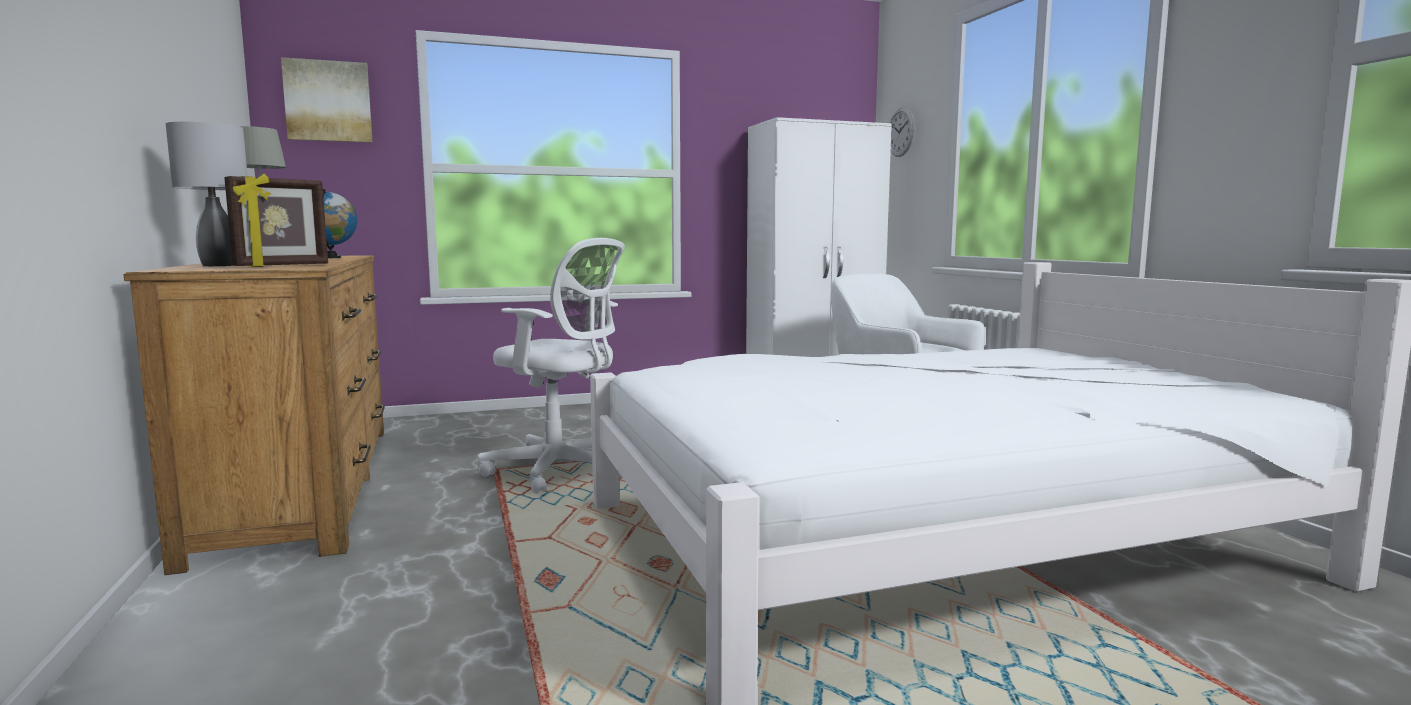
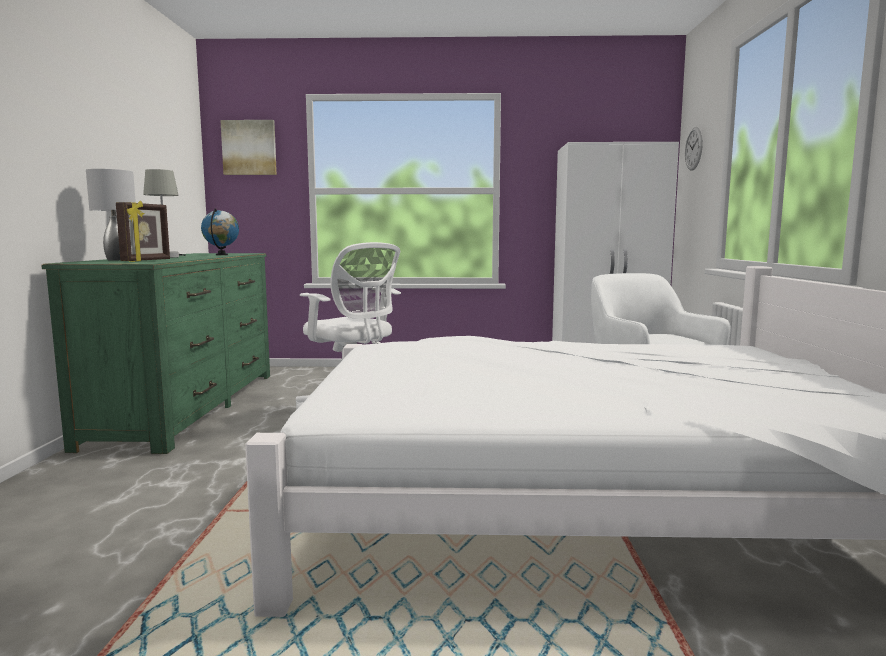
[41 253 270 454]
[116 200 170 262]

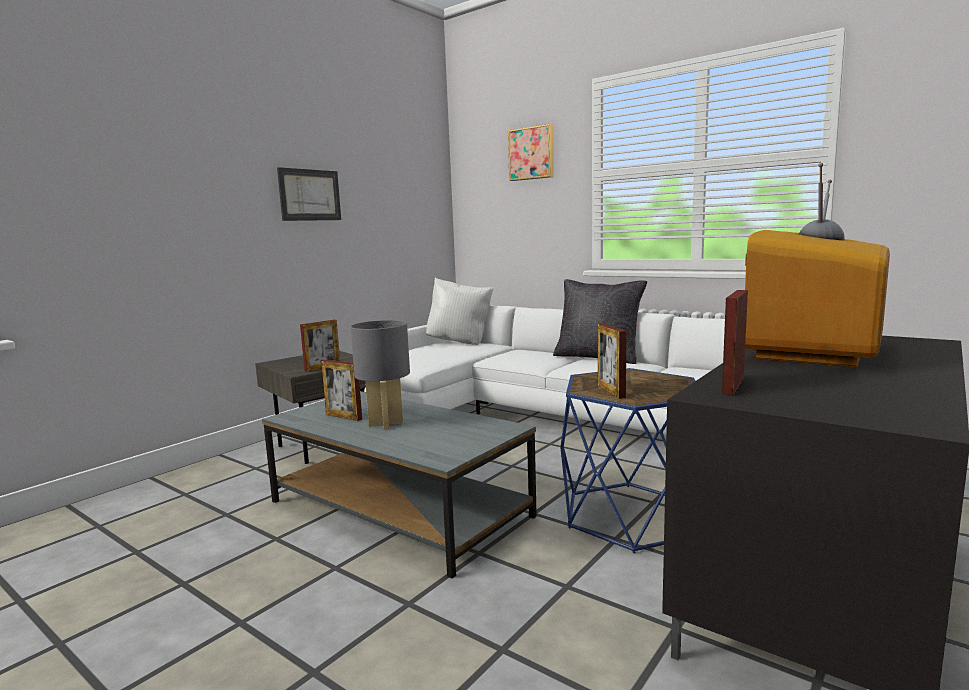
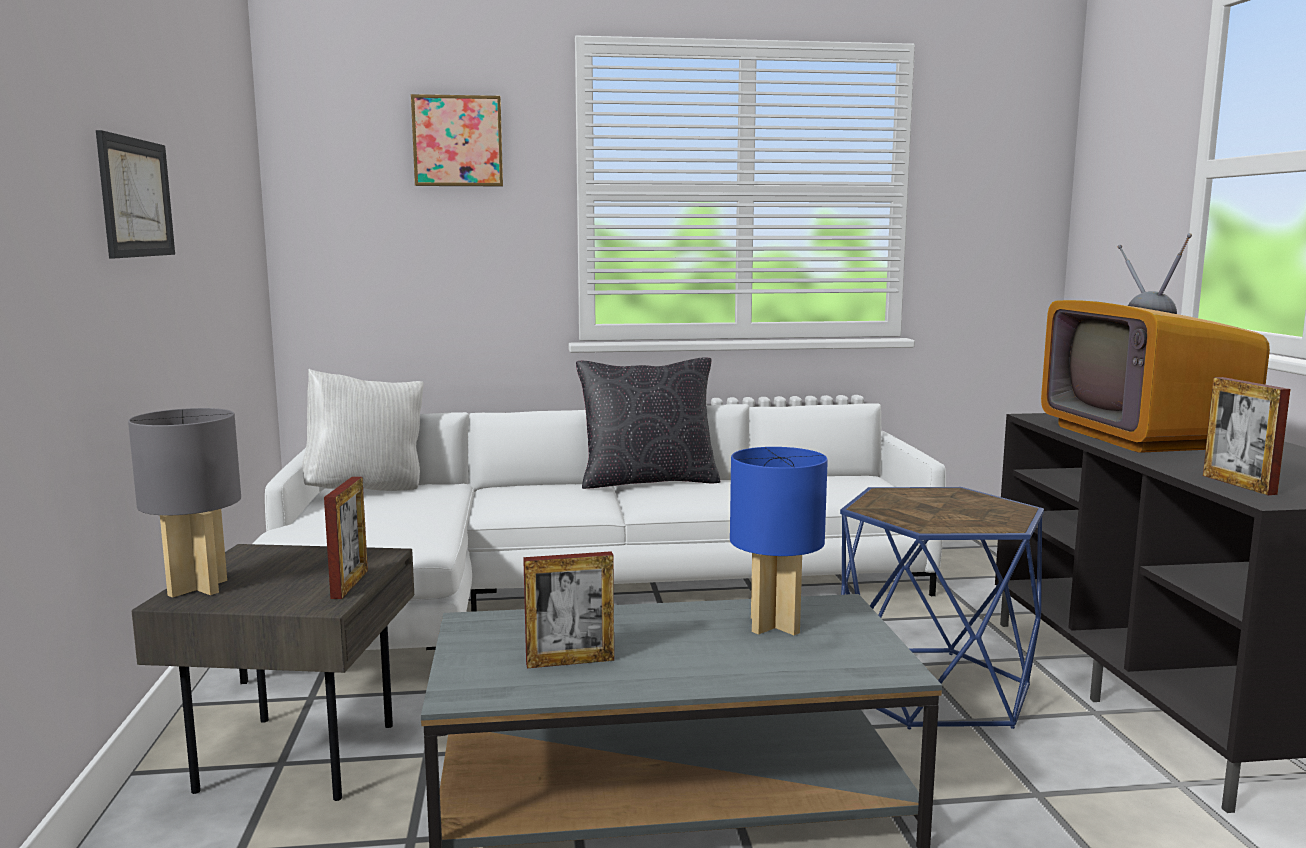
[128 408 241 598]
[598 323 627 399] (first image)
[730 447 828 635]

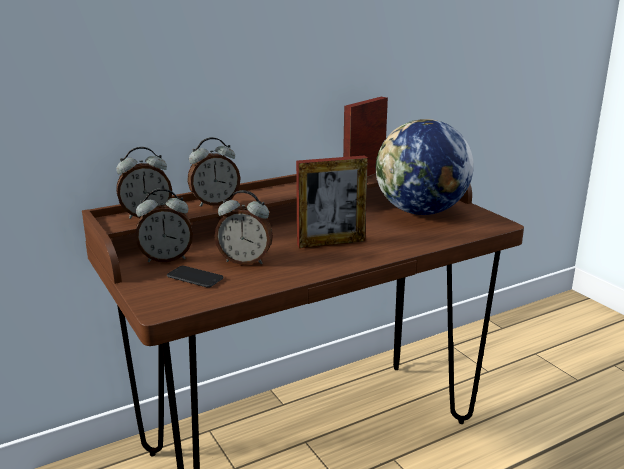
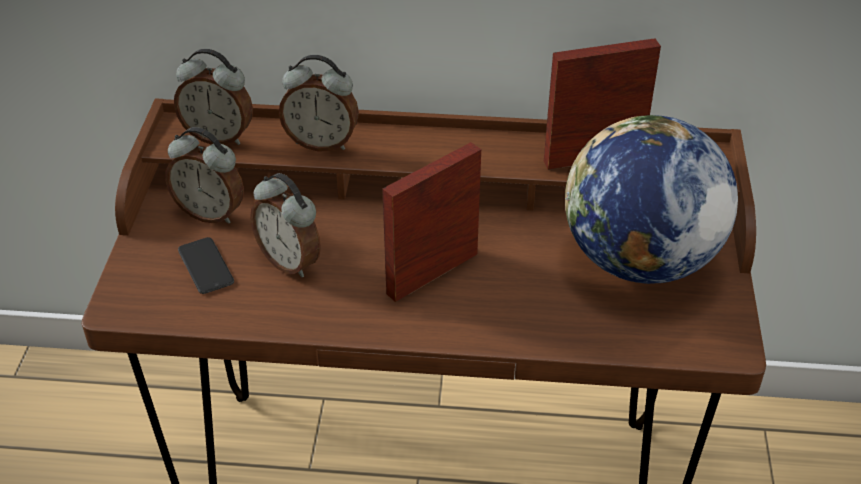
[382 142 481 302]

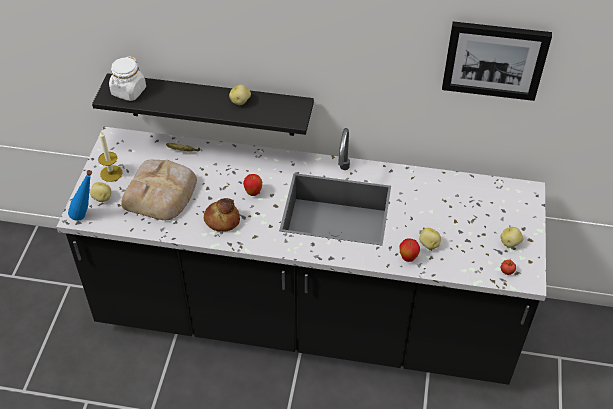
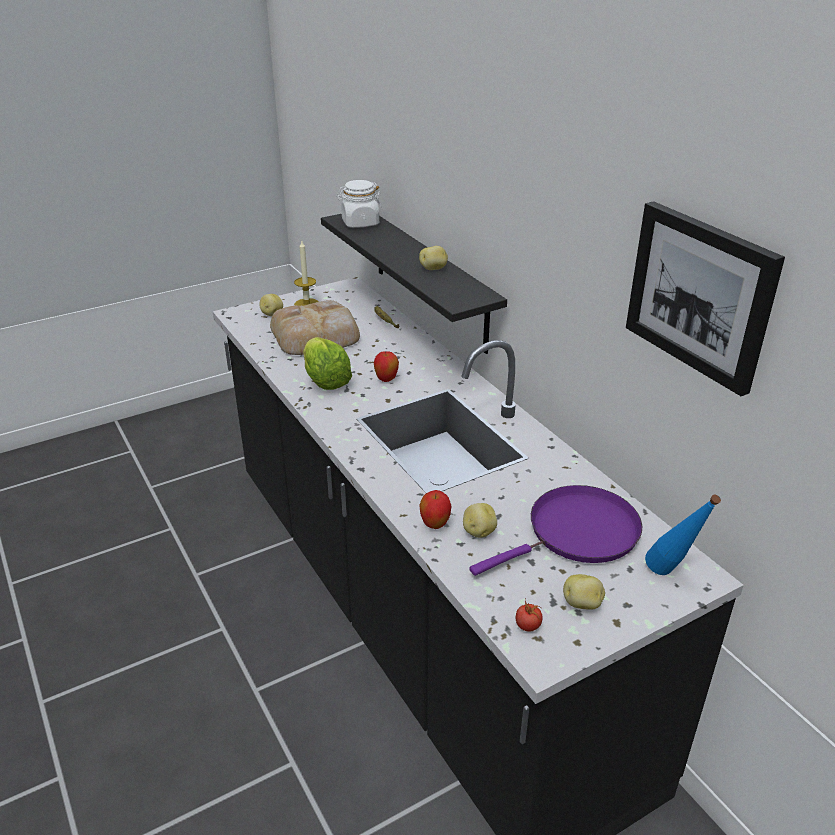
[645 495 721 575]
[303 337 352 390]
[469 485 642 576]

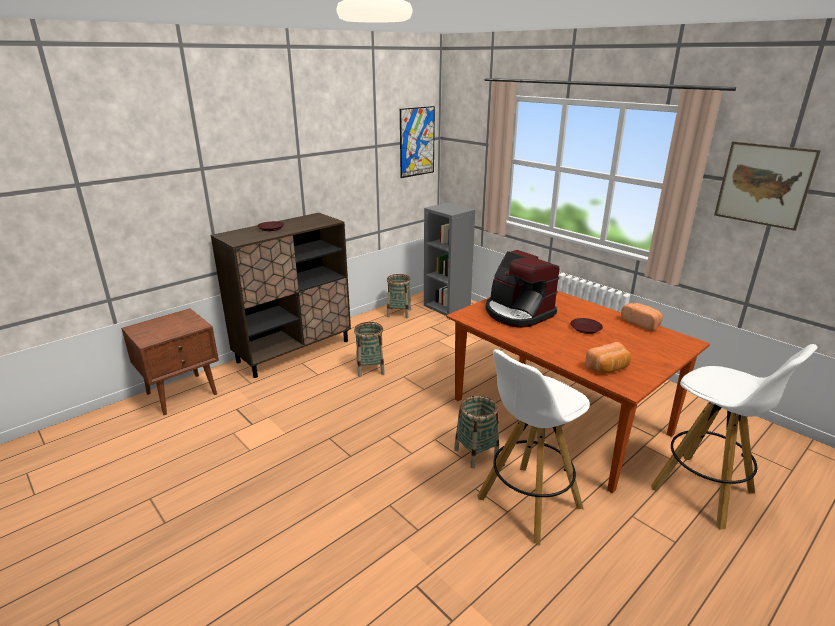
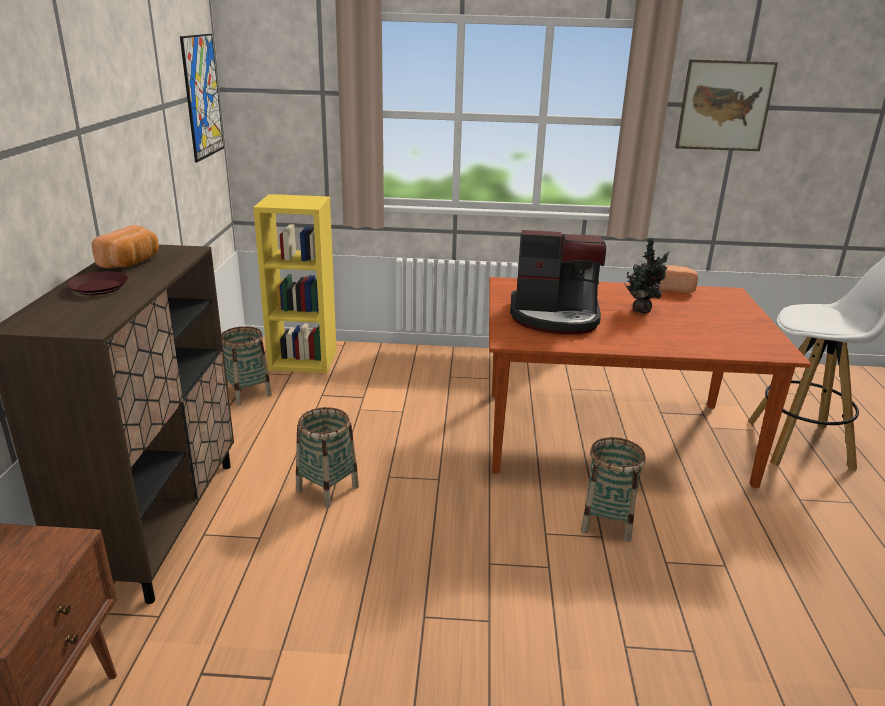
[253 194 337 373]
[477 349 590 545] (first image)
[624 238 669 313]
[92 225 159 268]

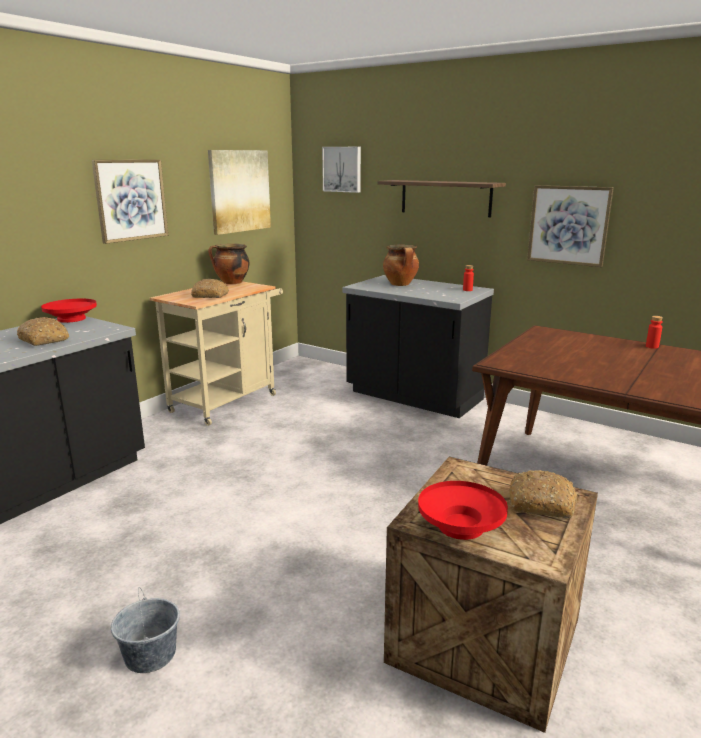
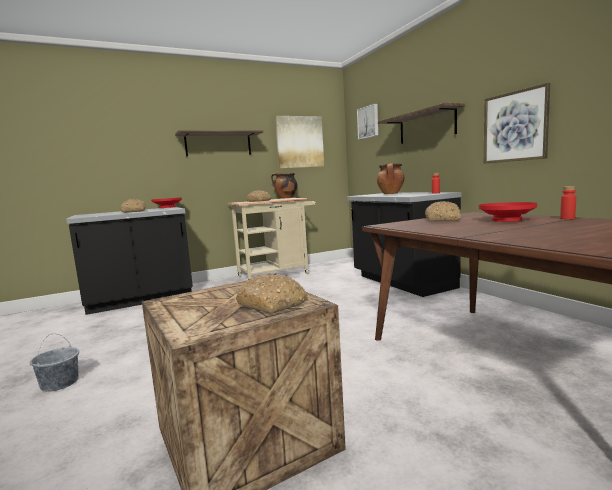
[175 130 263 156]
[479 202 537 222]
[425 201 461 222]

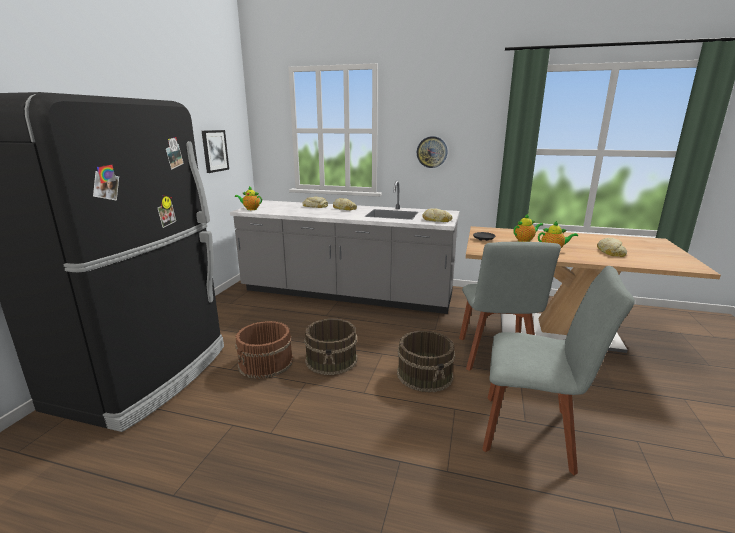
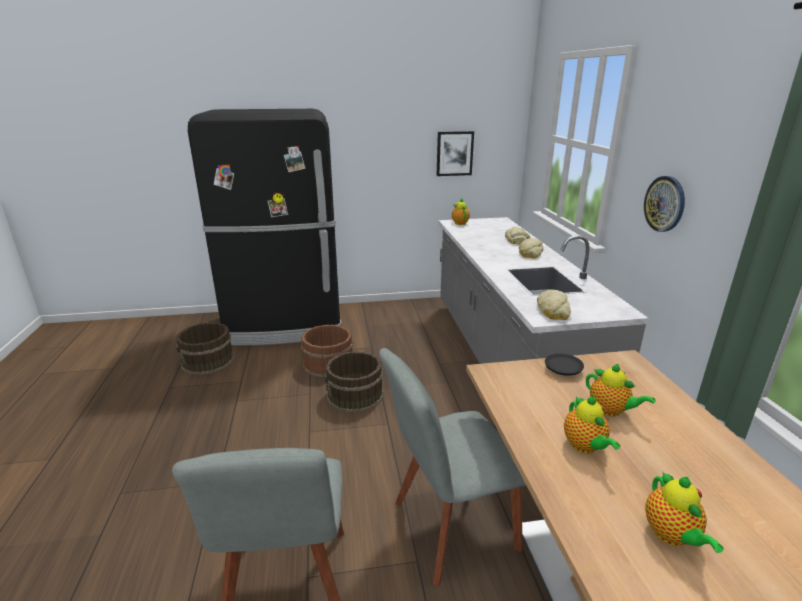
[176 322 234 375]
[645 472 724 553]

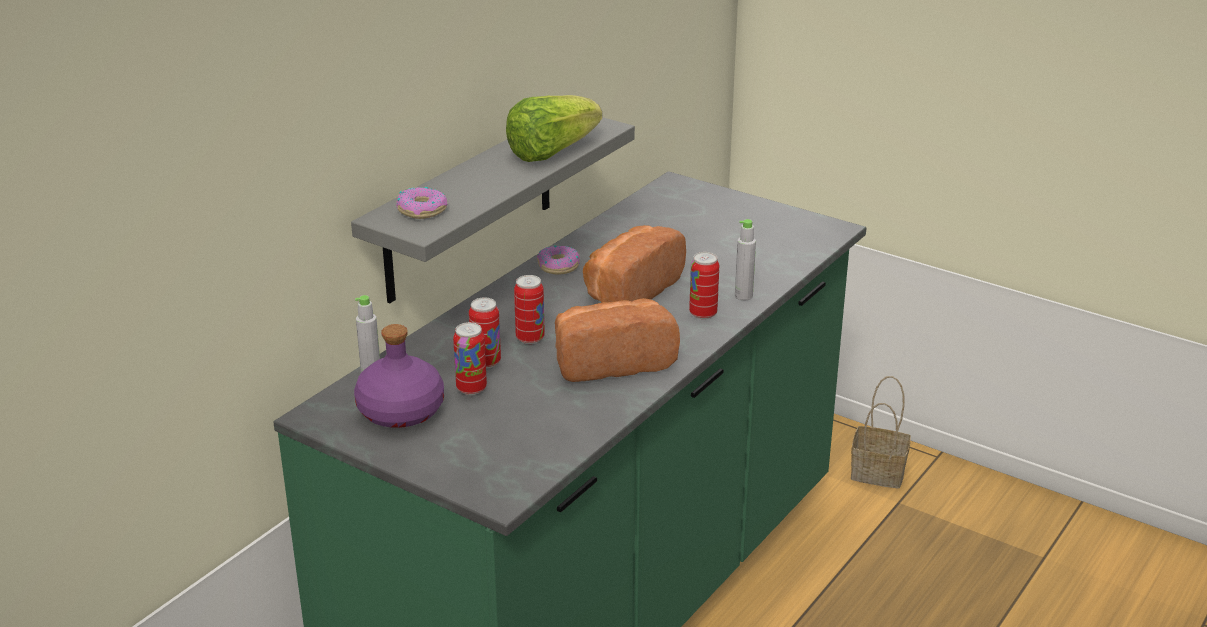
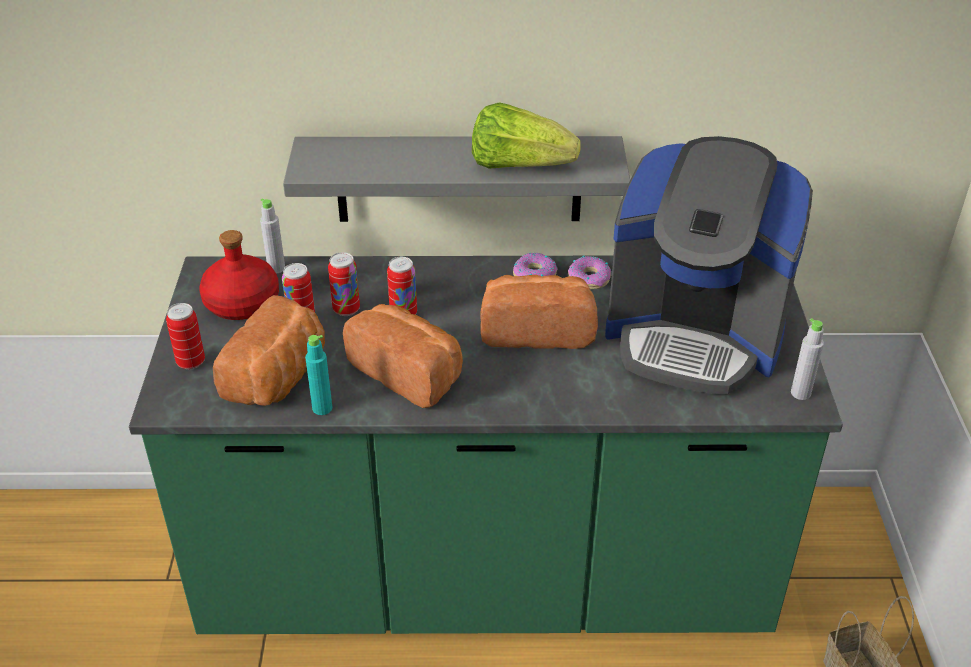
[199 230 279 320]
[568 256 611 289]
[166 303 205 369]
[791 318 824 400]
[213 295 325 406]
[305 335 333 415]
[605 136 813 394]

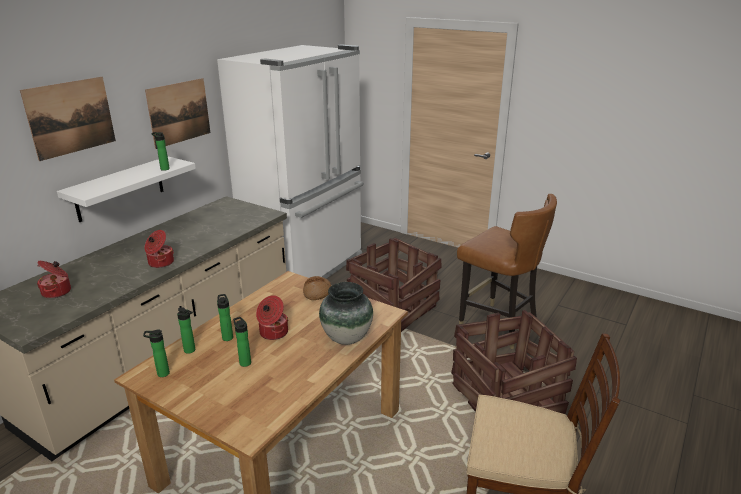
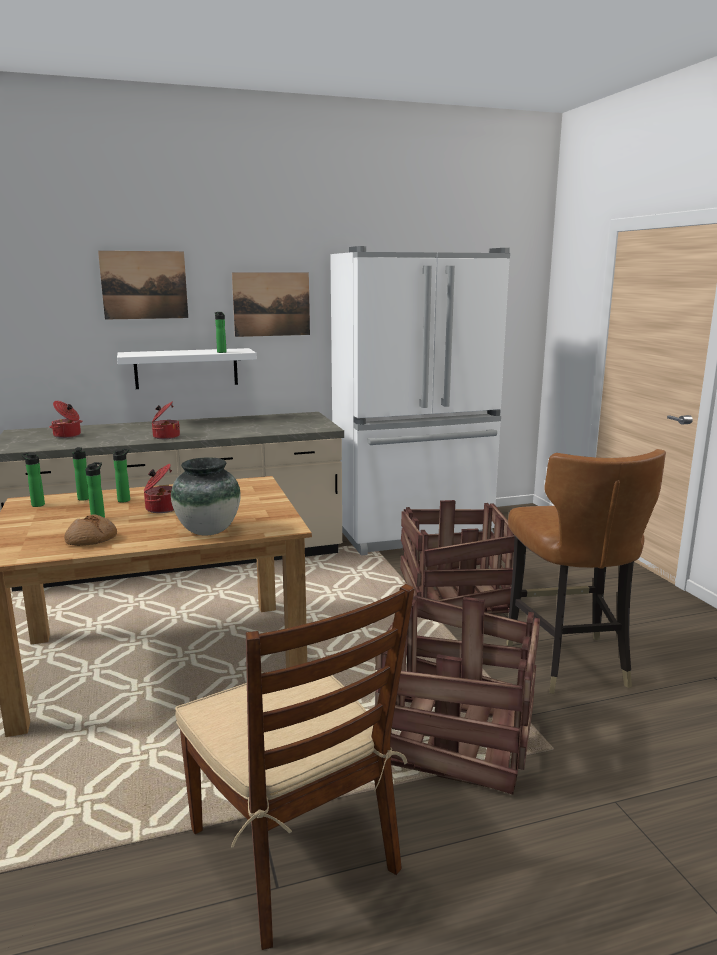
[64 514 117 546]

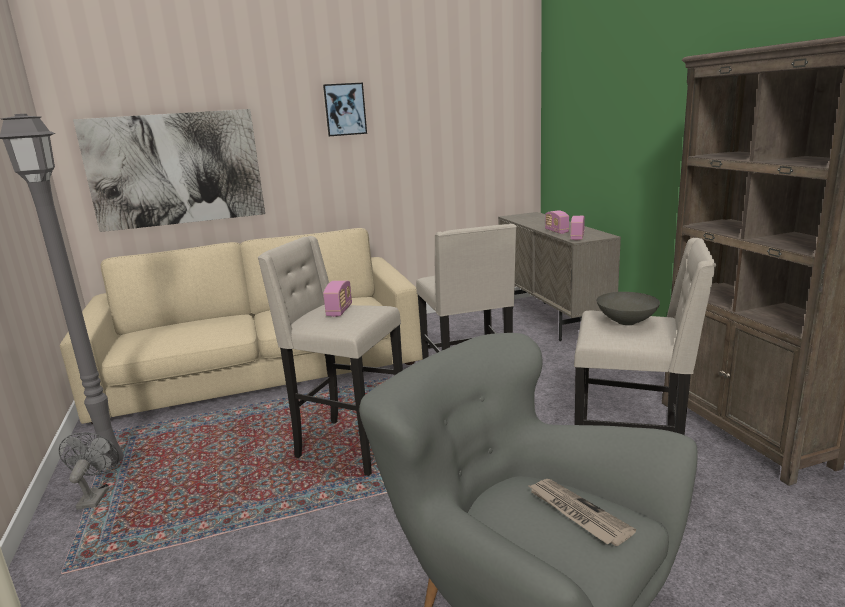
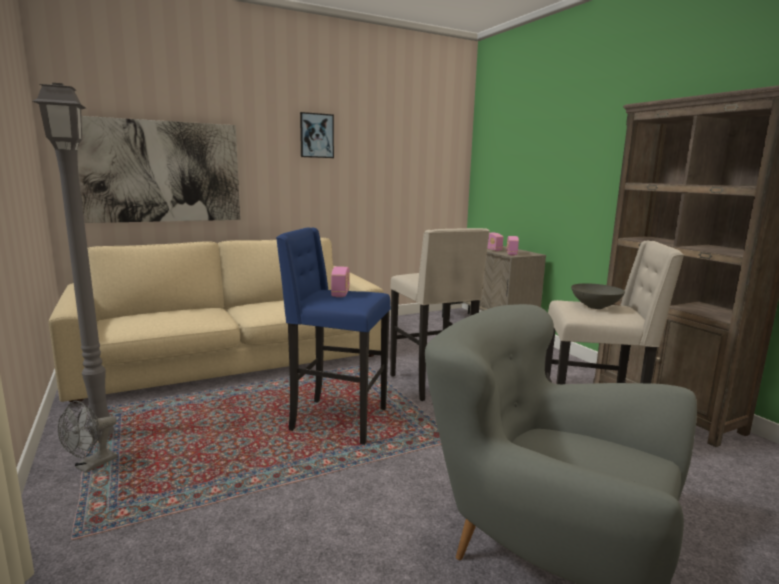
[58 401 117 473]
[276 227 391 445]
[527 479 636 546] (first image)

